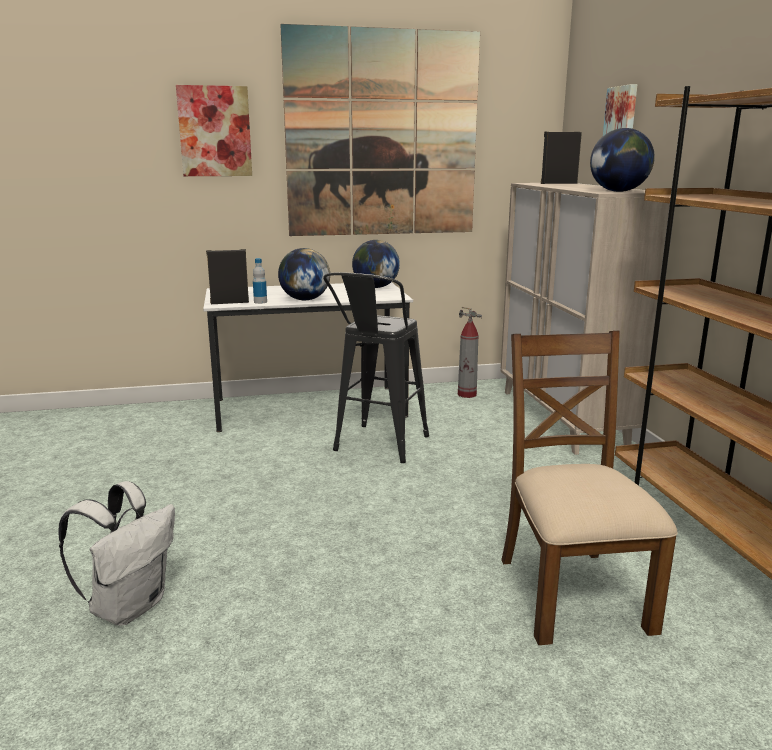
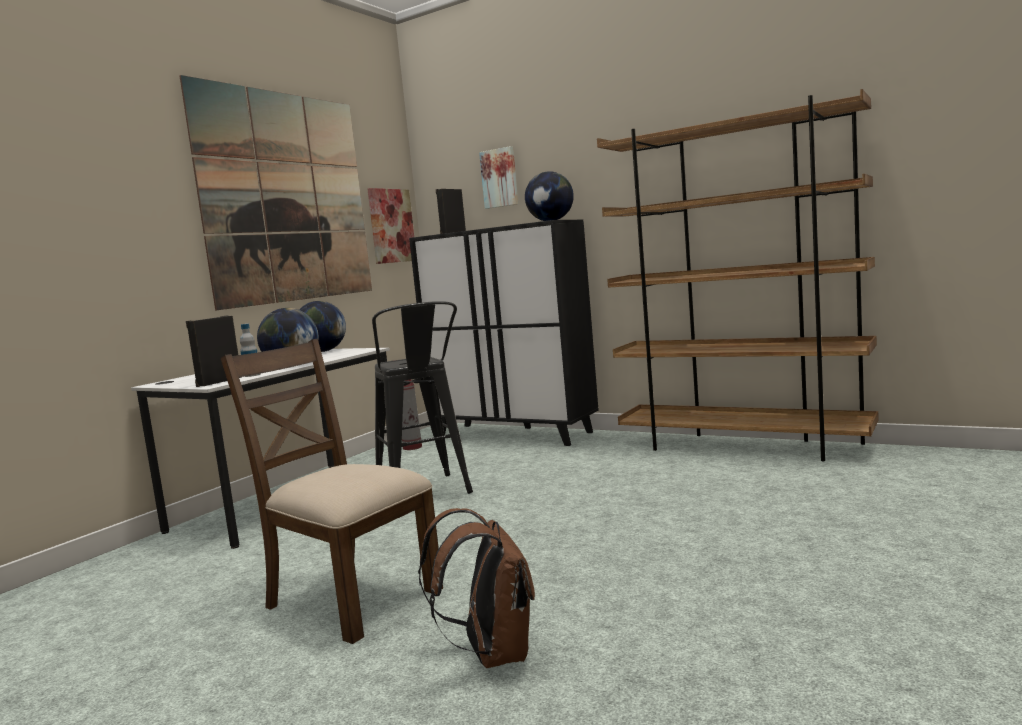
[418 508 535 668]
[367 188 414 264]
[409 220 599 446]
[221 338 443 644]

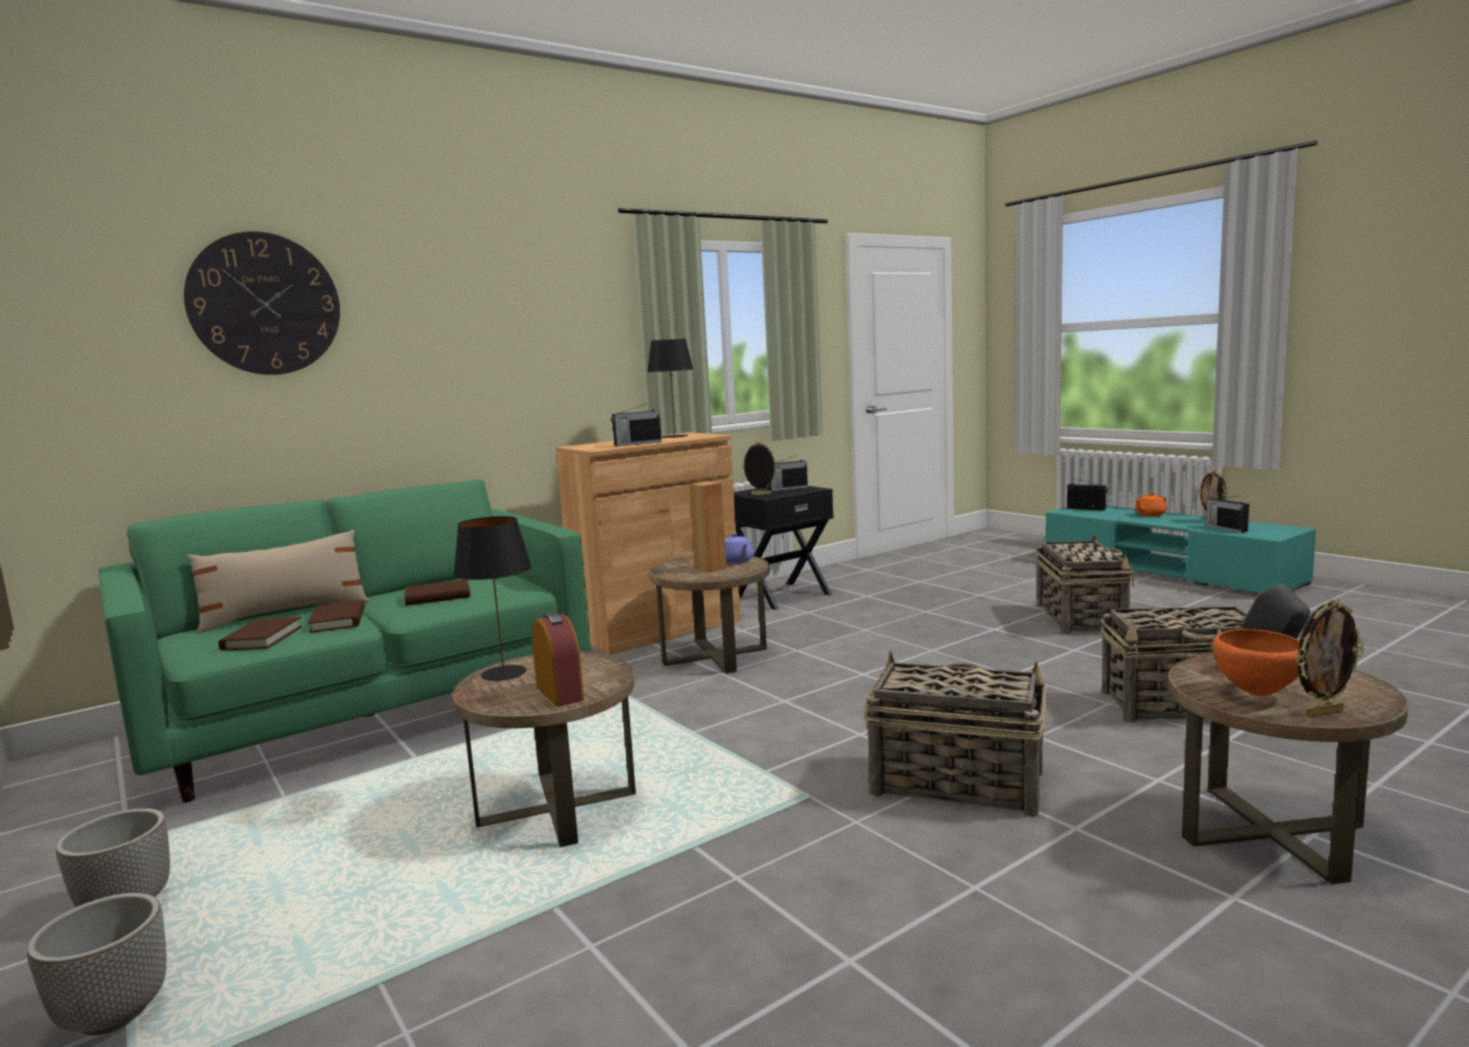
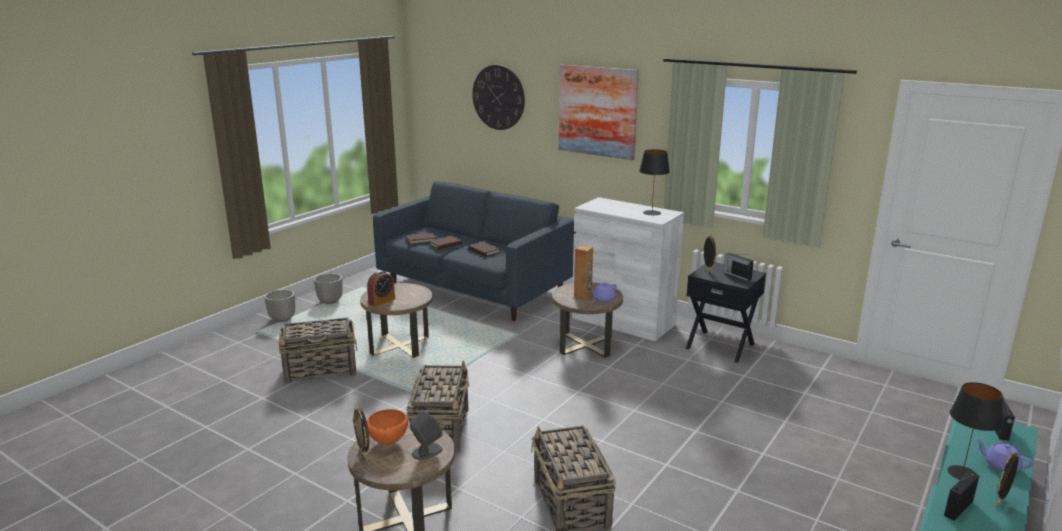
[373 181 576 321]
[187 530 369 633] (first image)
[948 382 1003 480]
[572 197 684 341]
[611 402 662 446] (first image)
[278 318 357 384]
[976 439 1034 472]
[559 64 639 160]

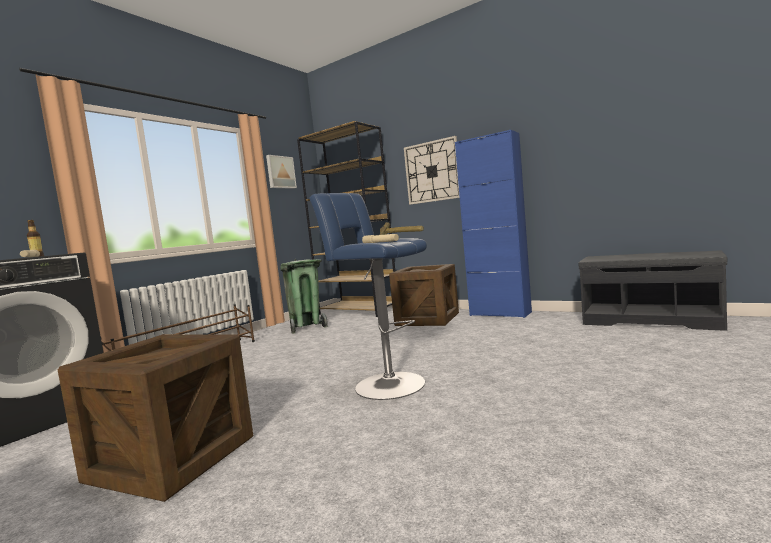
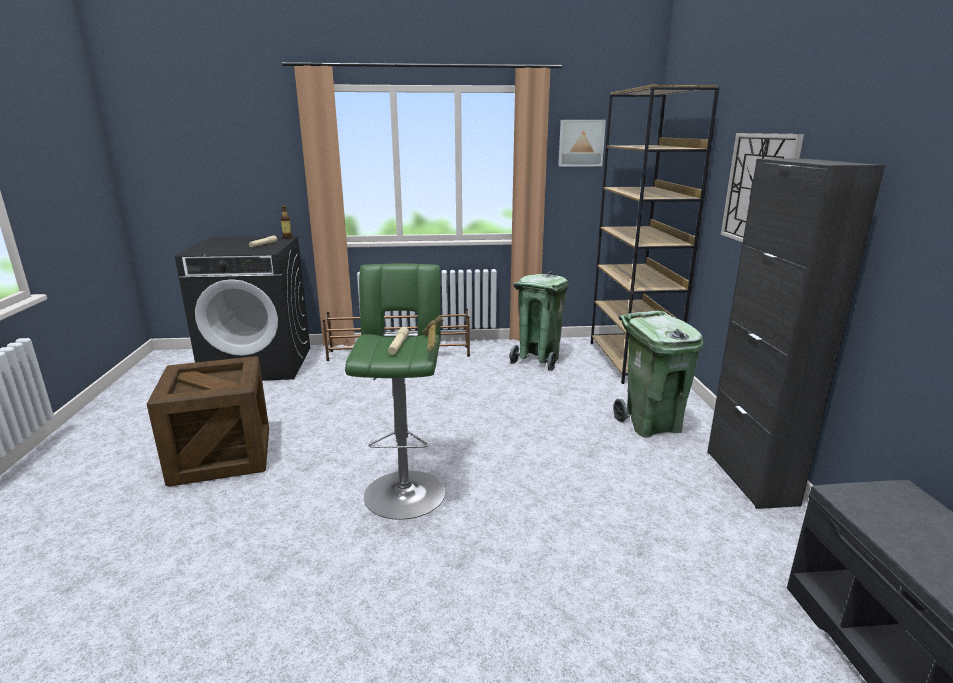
[345 263 445 520]
[613 311 704 438]
[707 158 885 509]

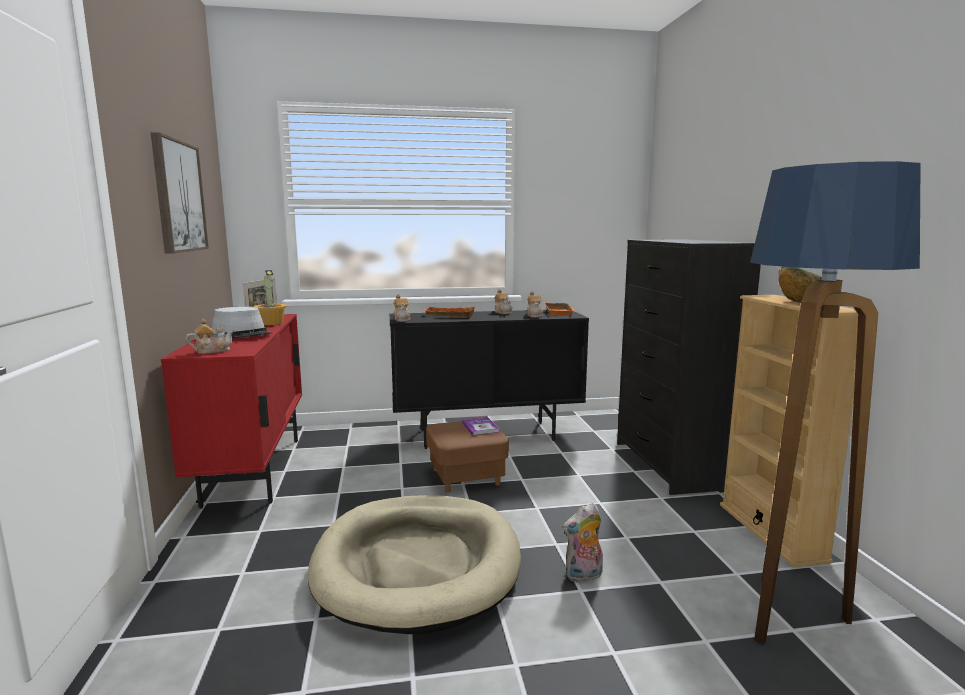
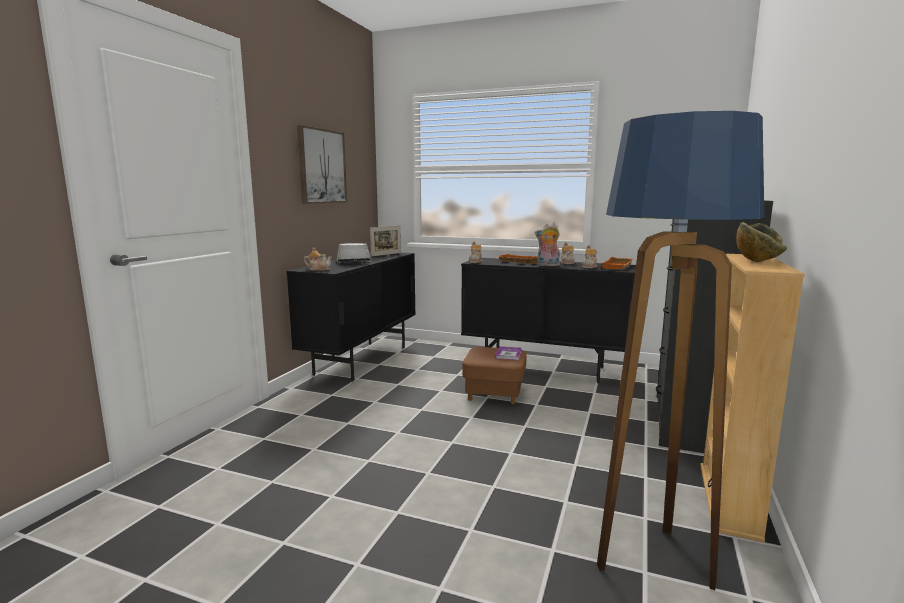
[286 253 416 381]
[253 270 287 325] (first image)
[308 495 521 634] (first image)
[535 222 560 266]

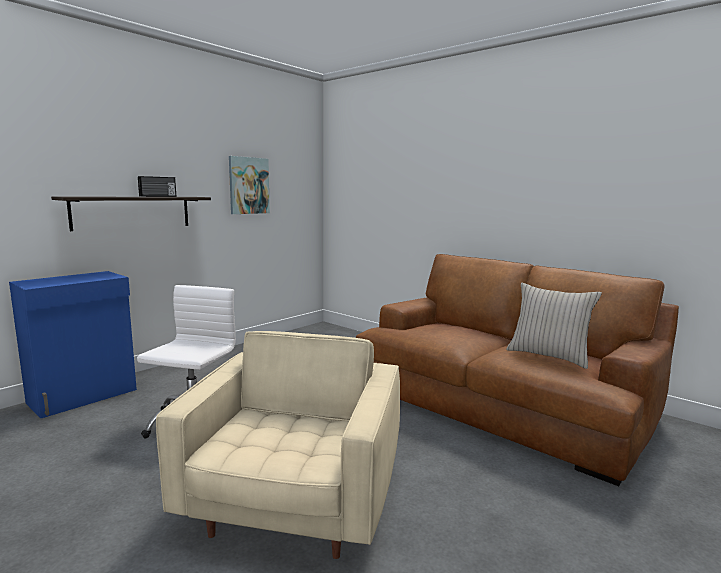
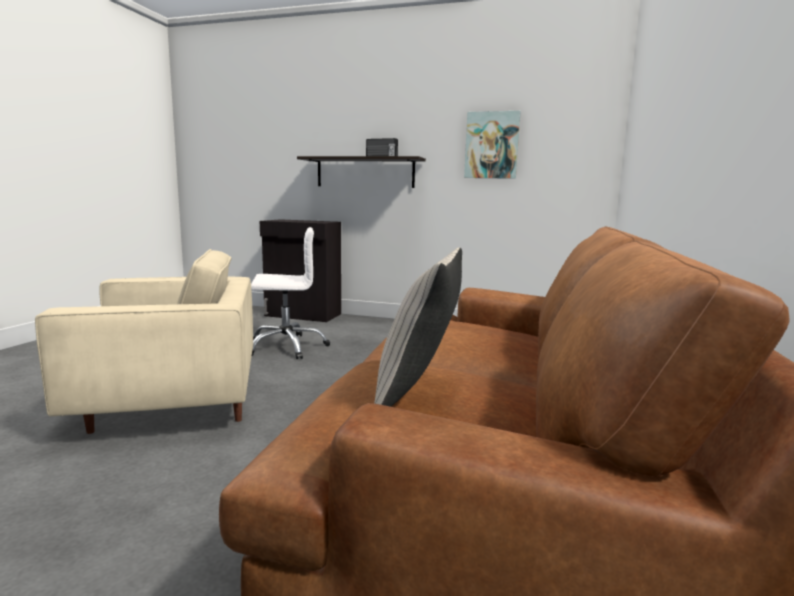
[260 219 341 322]

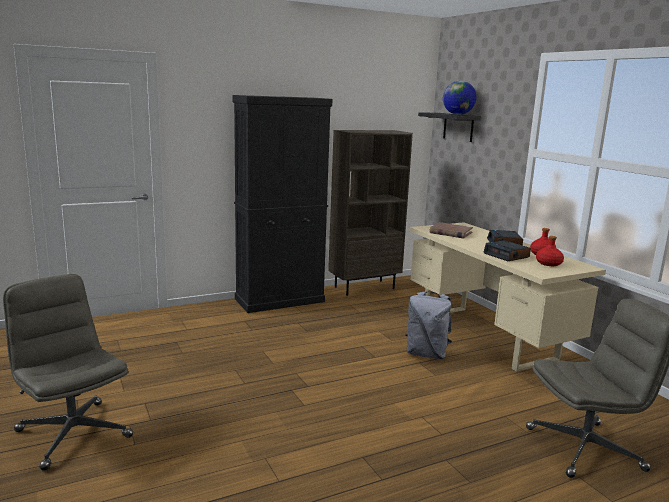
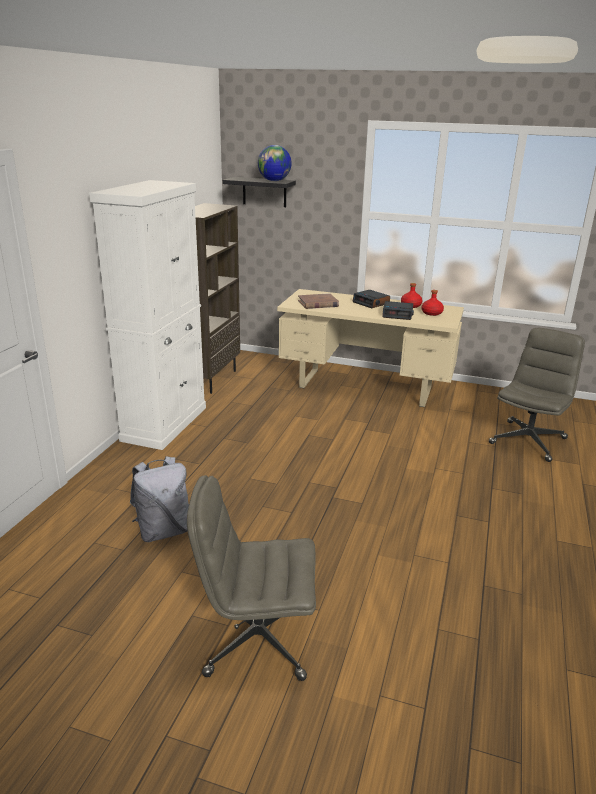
[89 180 206 450]
[130 456 189 542]

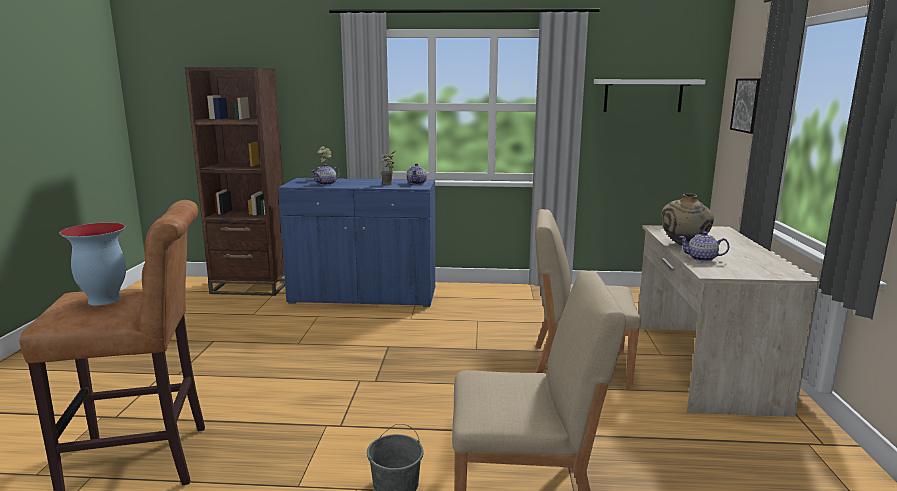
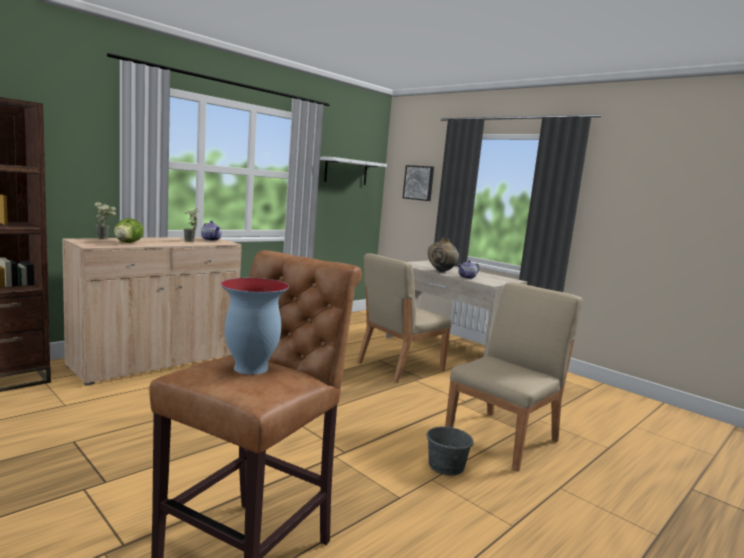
[62 237 242 386]
[114 219 144 243]

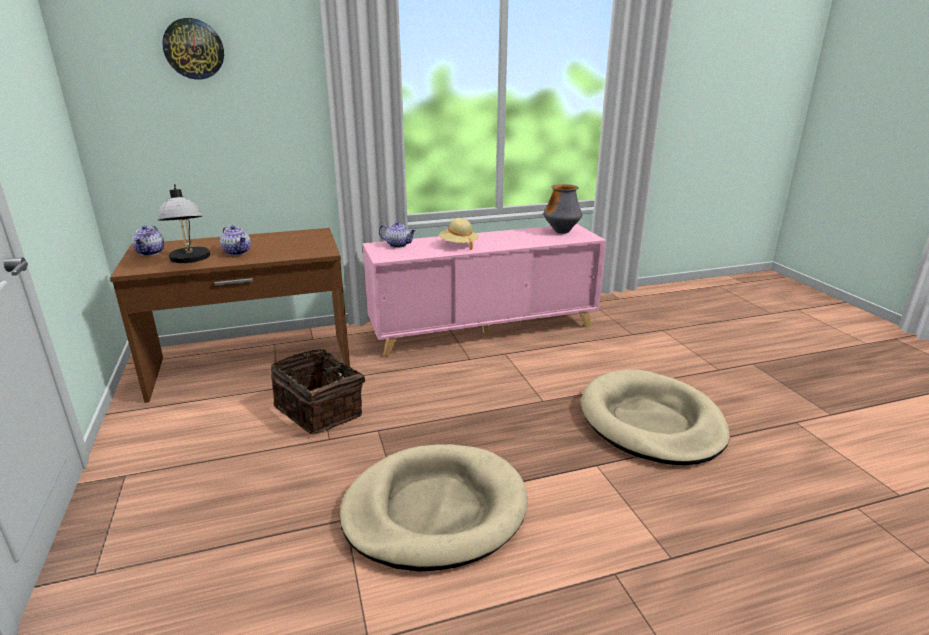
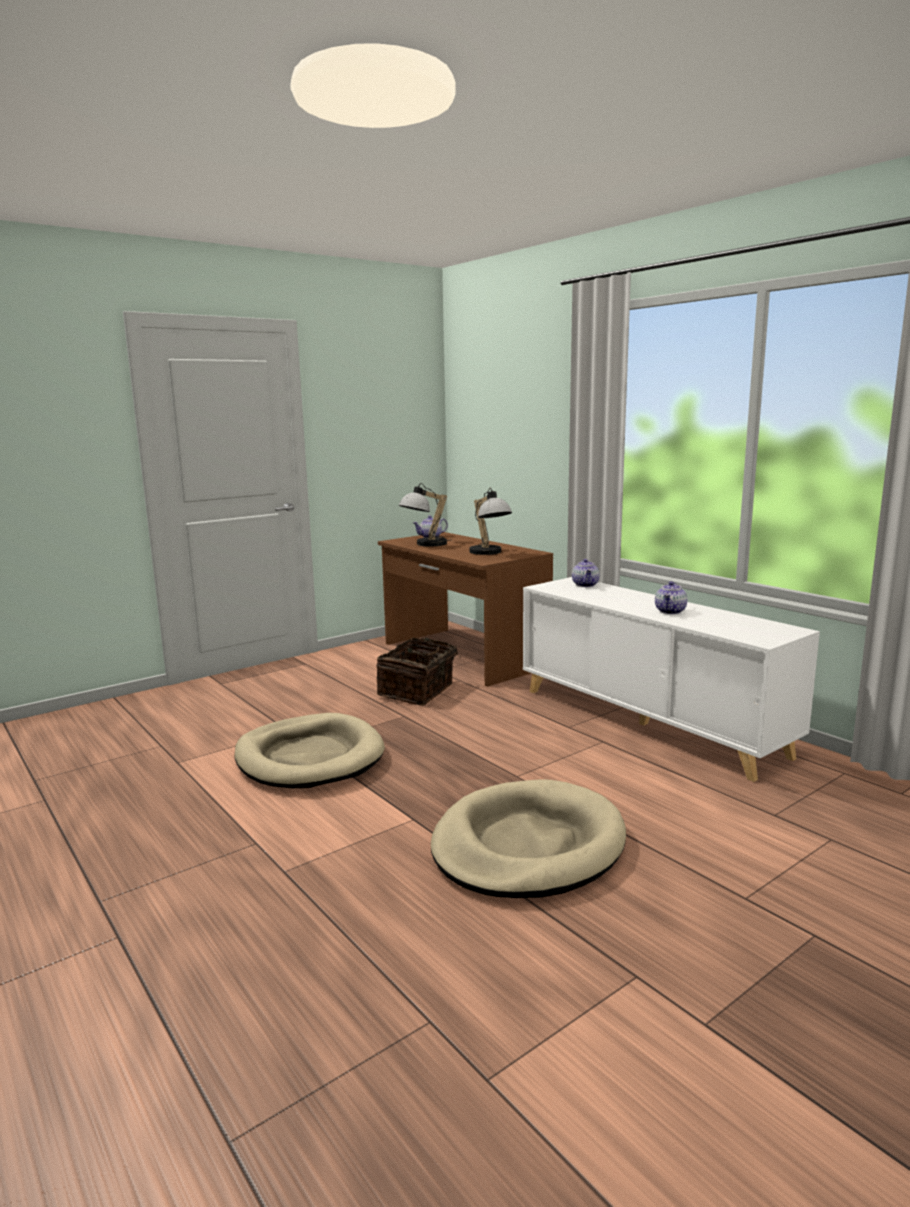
[162 18 224 80] (first image)
[655 581 687 614]
[523 577 820 782]
[439 218 479 250] (first image)
[543 184 582 234] (first image)
[469 488 512 555]

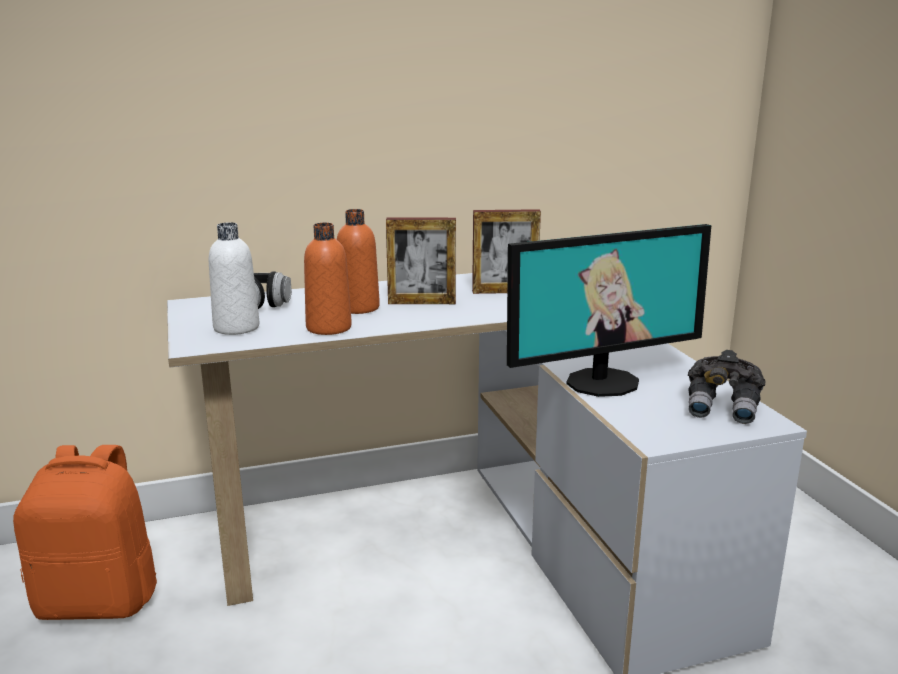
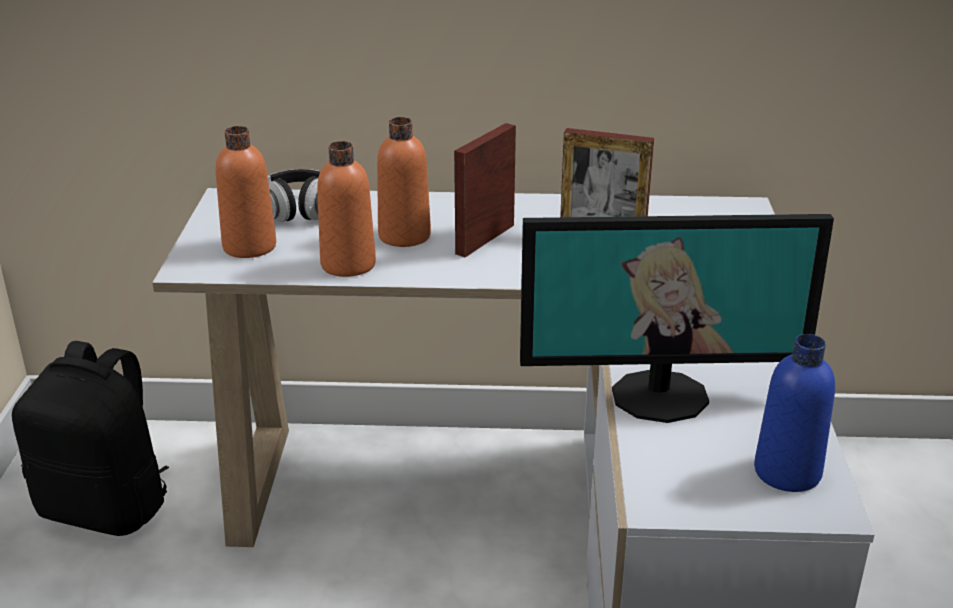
[12 341 169 536]
[216 126 276 258]
[454 123 516 257]
[754 334 835 492]

